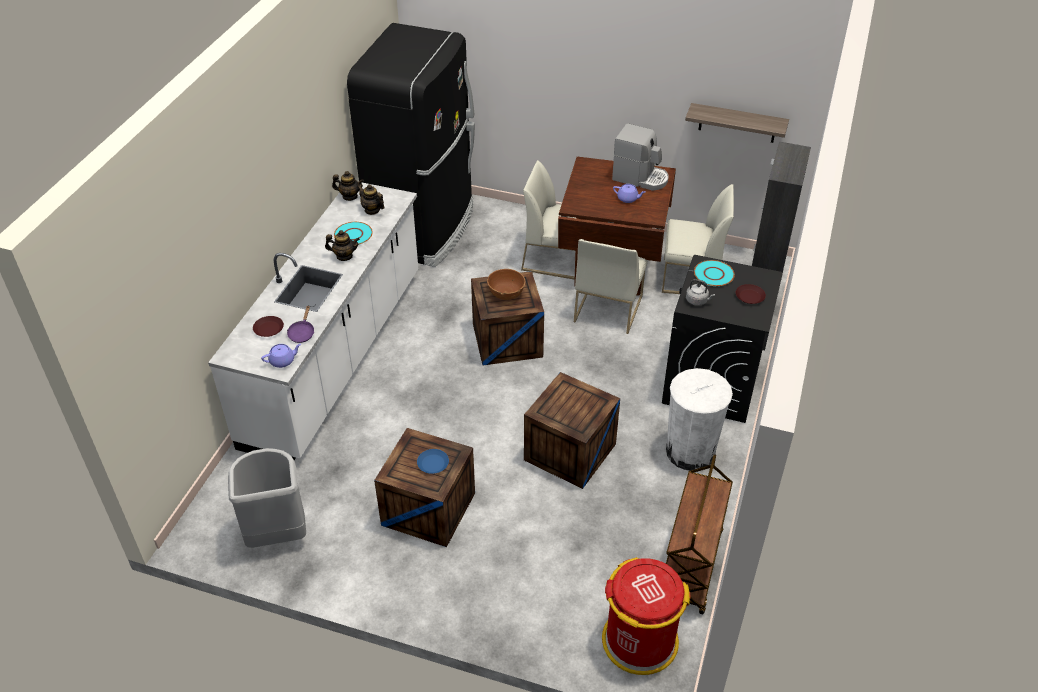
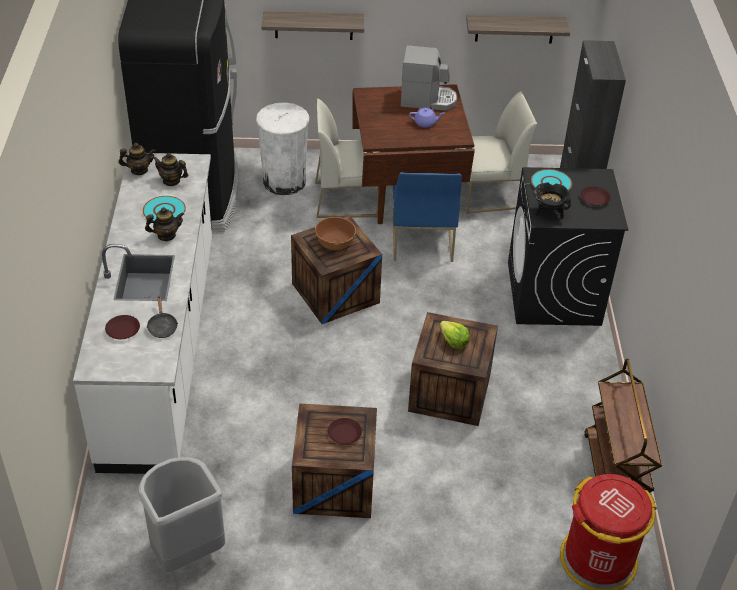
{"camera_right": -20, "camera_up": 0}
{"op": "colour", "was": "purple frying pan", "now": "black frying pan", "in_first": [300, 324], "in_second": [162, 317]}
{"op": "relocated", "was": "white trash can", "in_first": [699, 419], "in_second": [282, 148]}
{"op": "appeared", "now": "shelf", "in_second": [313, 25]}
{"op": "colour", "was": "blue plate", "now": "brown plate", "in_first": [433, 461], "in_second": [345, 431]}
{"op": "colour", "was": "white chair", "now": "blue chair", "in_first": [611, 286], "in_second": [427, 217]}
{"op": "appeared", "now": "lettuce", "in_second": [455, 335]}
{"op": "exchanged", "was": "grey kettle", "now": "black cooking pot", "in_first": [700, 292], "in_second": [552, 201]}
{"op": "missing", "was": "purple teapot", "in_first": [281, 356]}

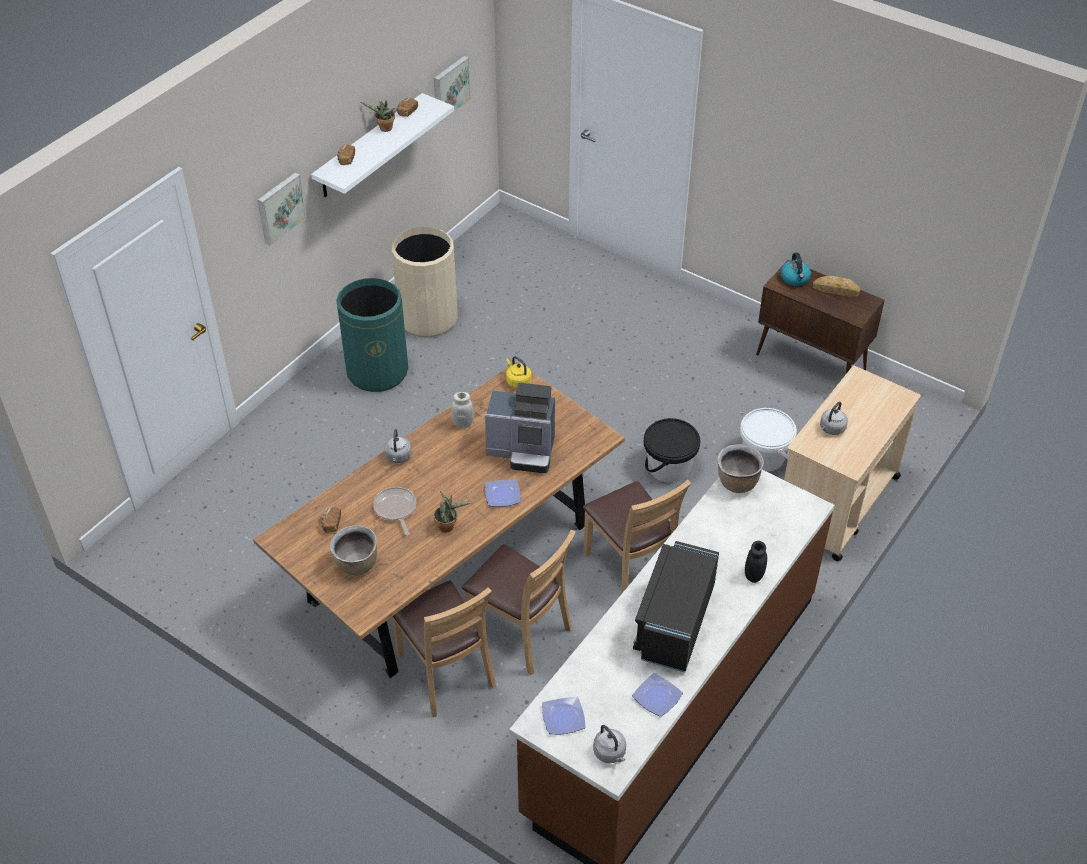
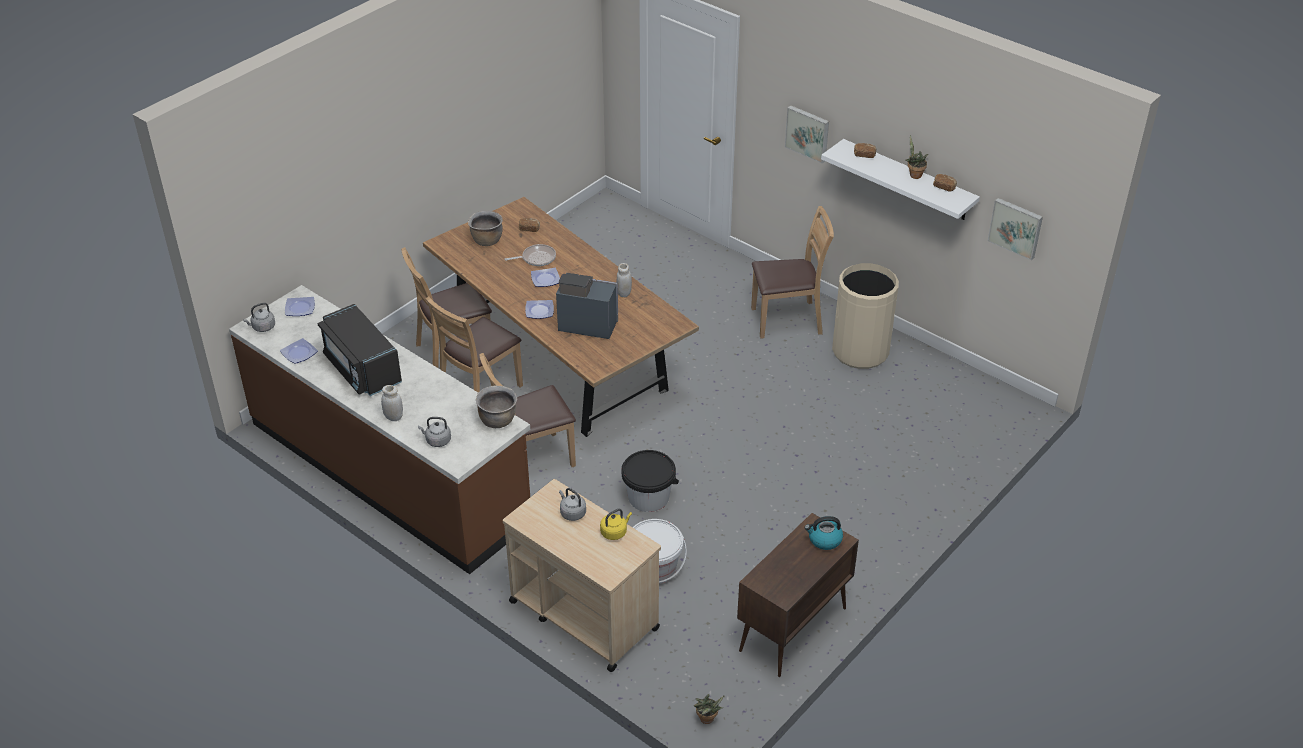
{"camera_right": 95, "camera_up": -5}
{"op": "spun", "was": "black microwave", "in_first": [676, 606], "in_second": [359, 350], "clockwise": -150}
{"op": "colour", "was": "black jar", "now": "white jar", "in_first": [756, 562], "in_second": [392, 403]}
{"op": "relocated", "was": "grey kettle", "in_first": [398, 446], "in_second": [434, 432]}
{"op": "appeared", "now": "plate", "in_second": [545, 277]}
{"op": "spun", "was": "coffee machine", "in_first": [520, 428], "in_second": [587, 306], "clockwise": 90}
{"op": "relocated", "was": "yellow kettle", "in_first": [518, 372], "in_second": [616, 524]}
{"op": "relocated", "was": "potted plant", "in_first": [452, 512], "in_second": [709, 709]}
{"op": "exchanged", "was": "green trash can", "now": "brown chair", "in_first": [372, 335], "in_second": [792, 272]}
{"op": "missing", "was": "bread", "in_first": [836, 286]}

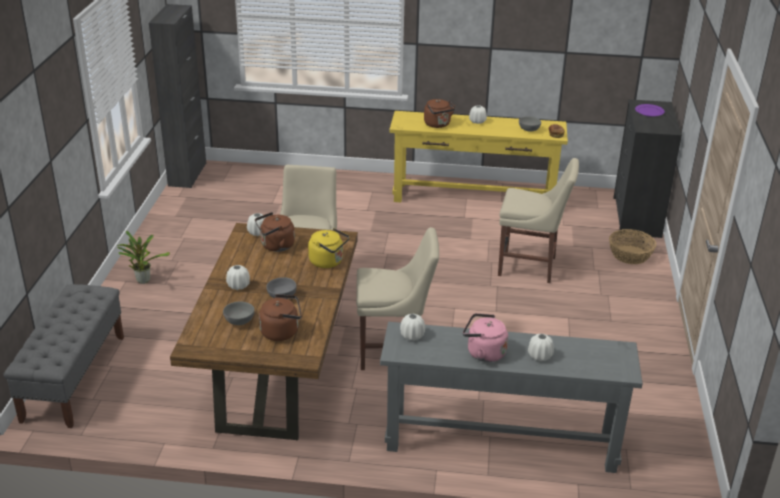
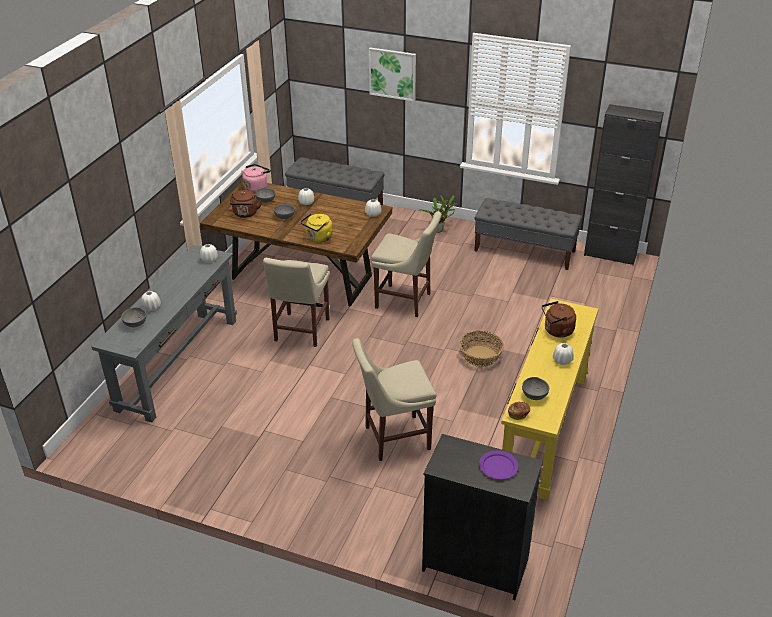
{"camera_right": 105, "camera_up": 5}
{"op": "appeared", "now": "grey bowl", "in_second": [133, 317]}
{"op": "relocated", "was": "pink kettle", "in_first": [485, 337], "in_second": [256, 178]}
{"op": "spun", "was": "beige chair", "in_first": [538, 220], "in_second": [394, 399], "clockwise": 45}
{"op": "appeared", "now": "picture", "in_second": [392, 74]}
{"op": "relocated", "was": "basket", "in_first": [632, 246], "in_second": [481, 349]}
{"op": "appeared", "now": "grey bench", "in_second": [528, 234]}
{"op": "missing", "was": "brown kettle", "in_first": [275, 232]}

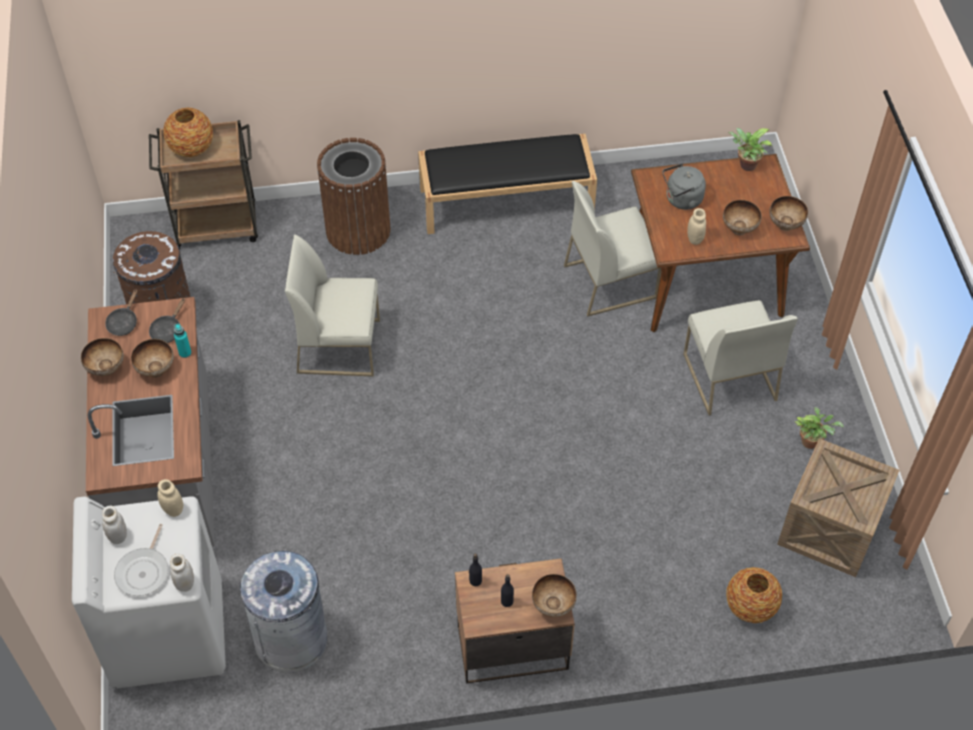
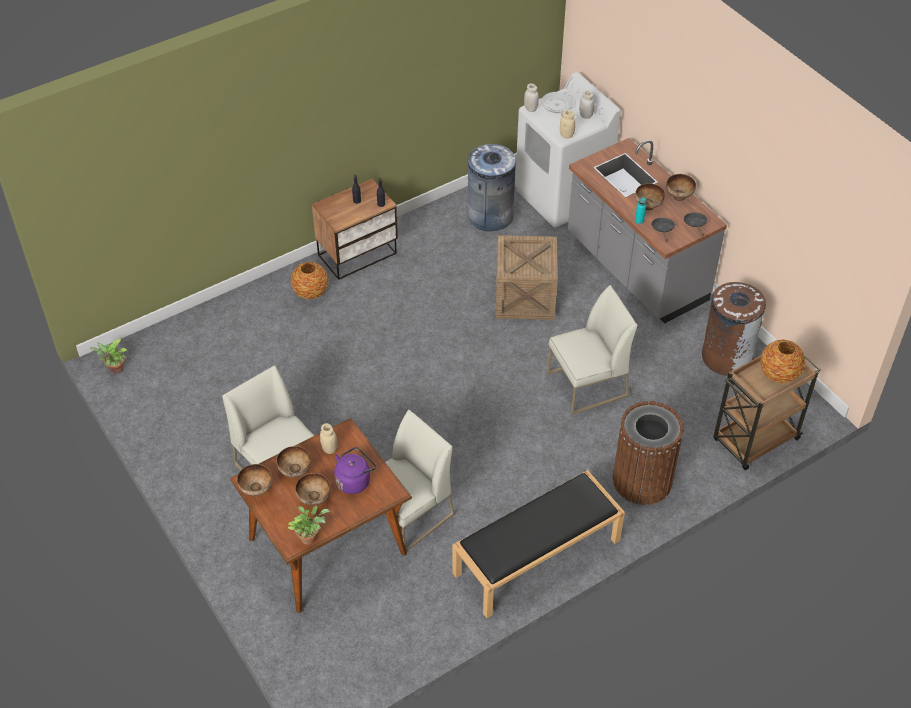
{"camera_right": 155, "camera_up": -5}
{"op": "relocated", "was": "potted plant", "in_first": [819, 428], "in_second": [109, 356]}
{"op": "relocated", "was": "vase", "in_first": [754, 595], "in_second": [310, 280]}
{"op": "relocated", "was": "bowl", "in_first": [554, 595], "in_second": [313, 489]}
{"op": "colour", "was": "grey kettle", "now": "purple kettle", "in_first": [684, 187], "in_second": [355, 470]}
{"op": "relocated", "was": "crate", "in_first": [838, 507], "in_second": [527, 277]}

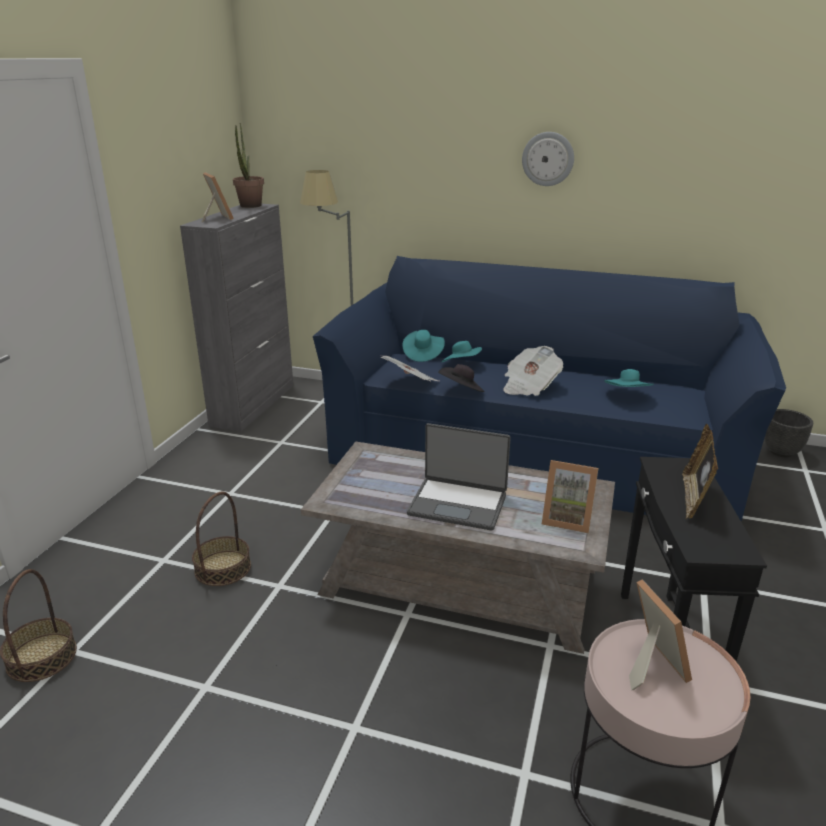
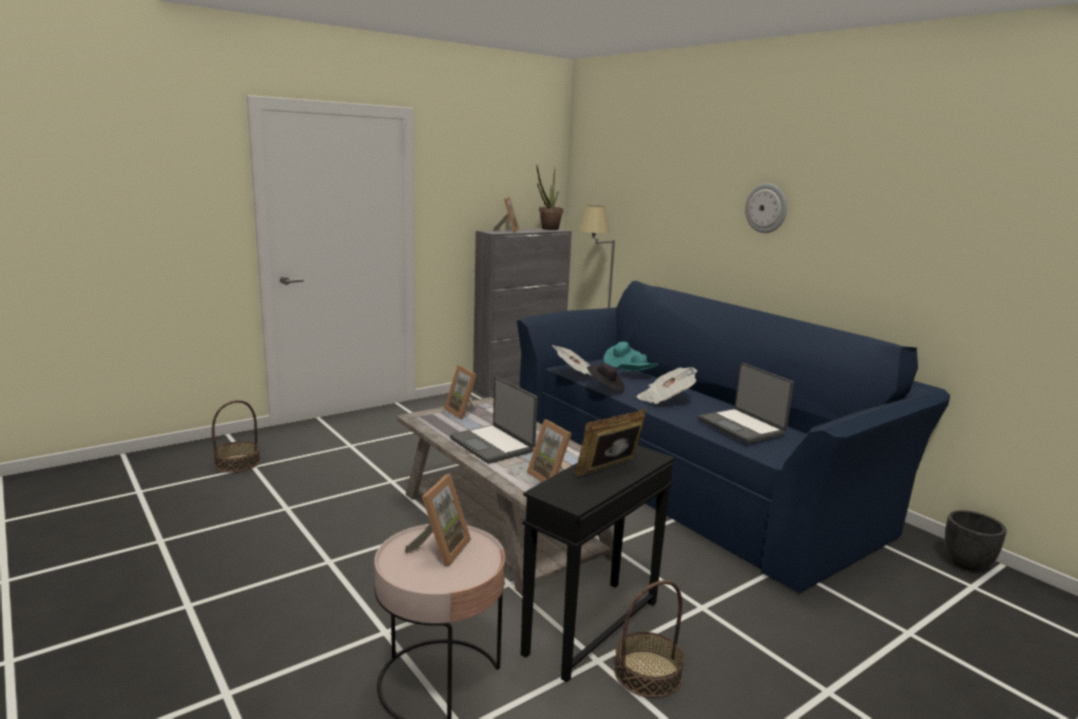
{"camera_right": 35, "camera_up": -10}
{"op": "appeared", "now": "picture frame", "in_second": [460, 392]}
{"op": "relocated", "was": "basket", "in_first": [221, 539], "in_second": [649, 639]}
{"op": "exchanged", "was": "turquoise hat", "now": "laptop", "in_first": [629, 378], "in_second": [746, 403]}

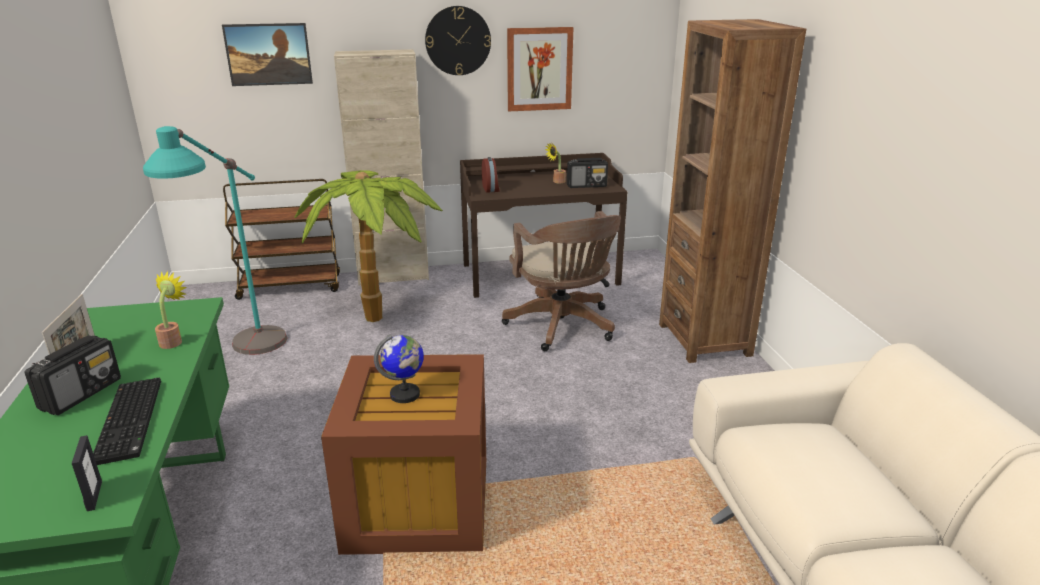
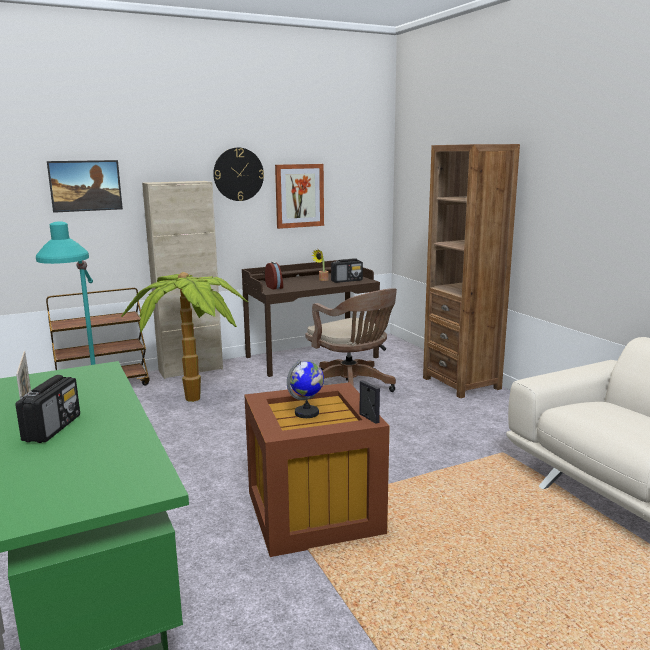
{"camera_right": -15, "camera_up": -10}
{"op": "relocated", "was": "picture frame", "in_first": [87, 473], "in_second": [370, 402]}
{"op": "missing", "was": "keyboard", "in_first": [127, 421]}
{"op": "missing", "was": "potted plant", "in_first": [171, 310]}

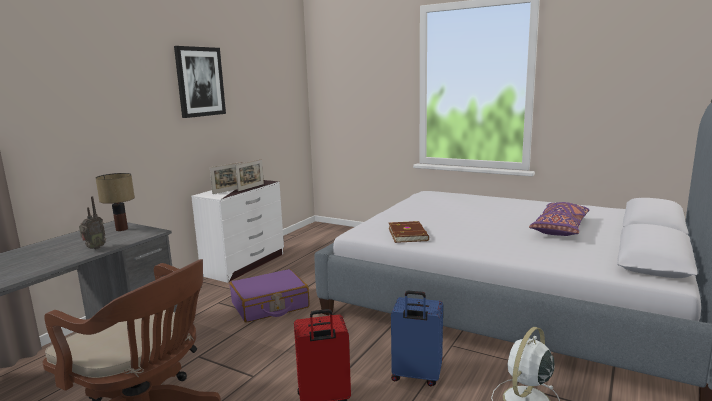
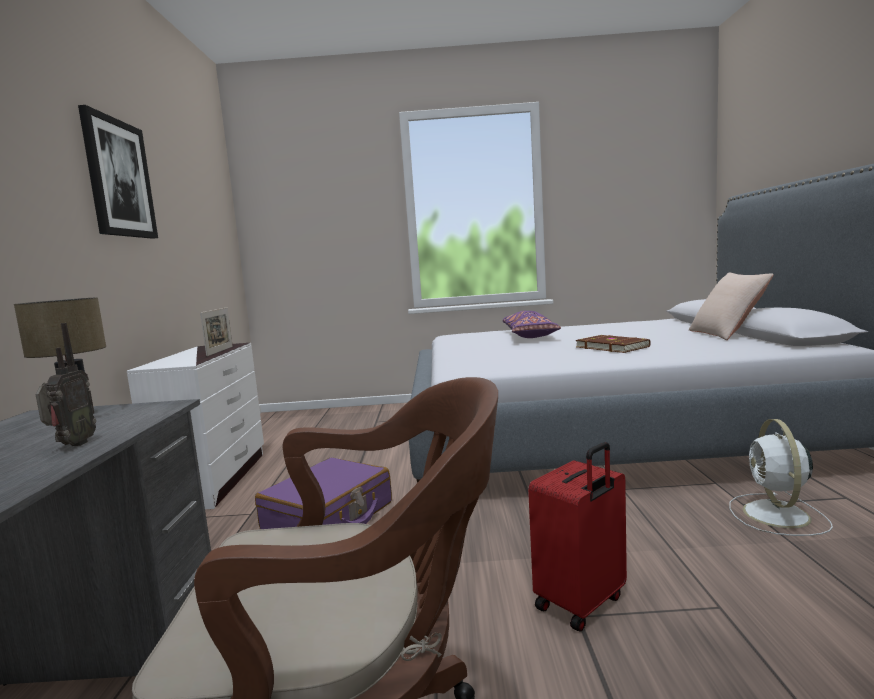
{"camera_right": -30, "camera_up": -5}
{"op": "relocated", "was": "purple pillow", "in_first": [559, 219], "in_second": [532, 324]}
{"op": "relocated", "was": "brown book", "in_first": [409, 232], "in_second": [613, 344]}
{"op": "appeared", "now": "beige pillow", "in_second": [731, 306]}
{"op": "missing", "was": "picture frame", "in_first": [226, 178]}
{"op": "missing", "was": "blue suitcase", "in_first": [417, 338]}

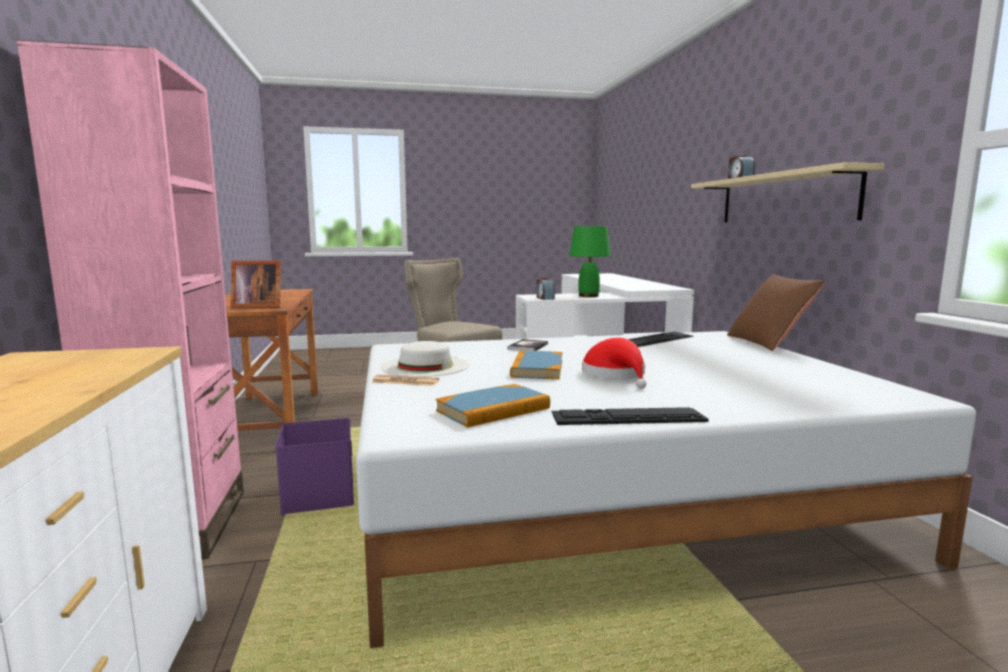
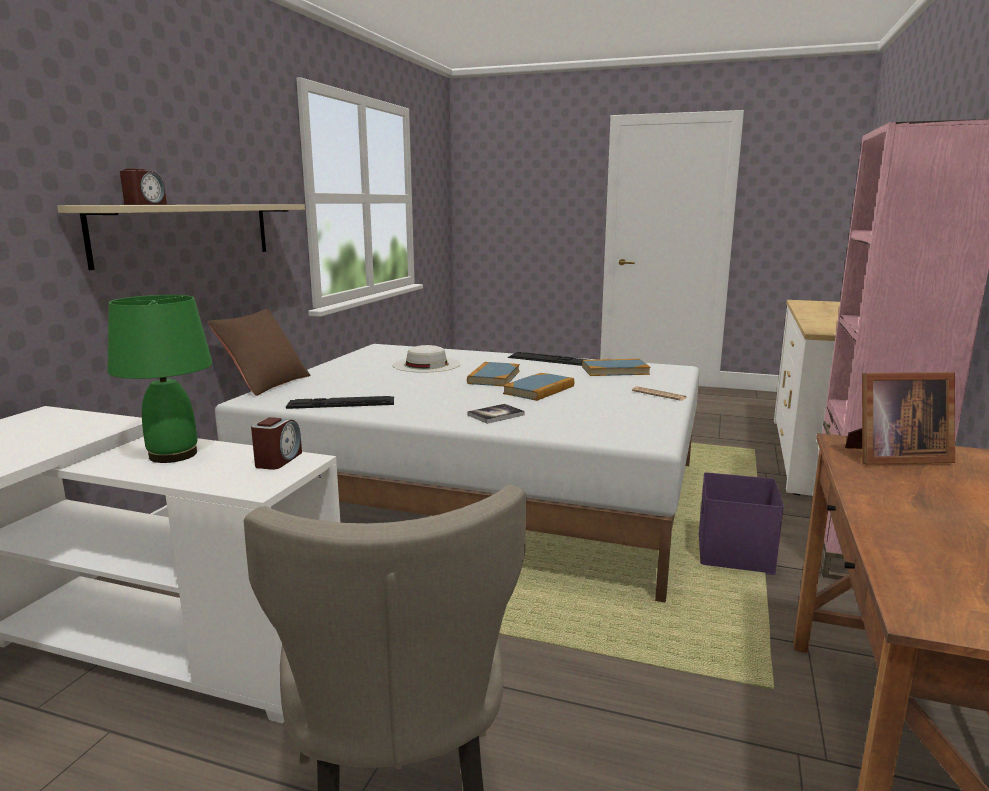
{"camera_right": -150, "camera_up": 5}
{"op": "relocated", "was": "white hat", "in_first": [425, 359], "in_second": [426, 359]}
{"op": "exchanged", "was": "red hat", "now": "book", "in_first": [614, 363], "in_second": [493, 374]}
{"op": "spun", "was": "picture frame", "in_first": [255, 284], "in_second": [900, 418], "clockwise": 150}

